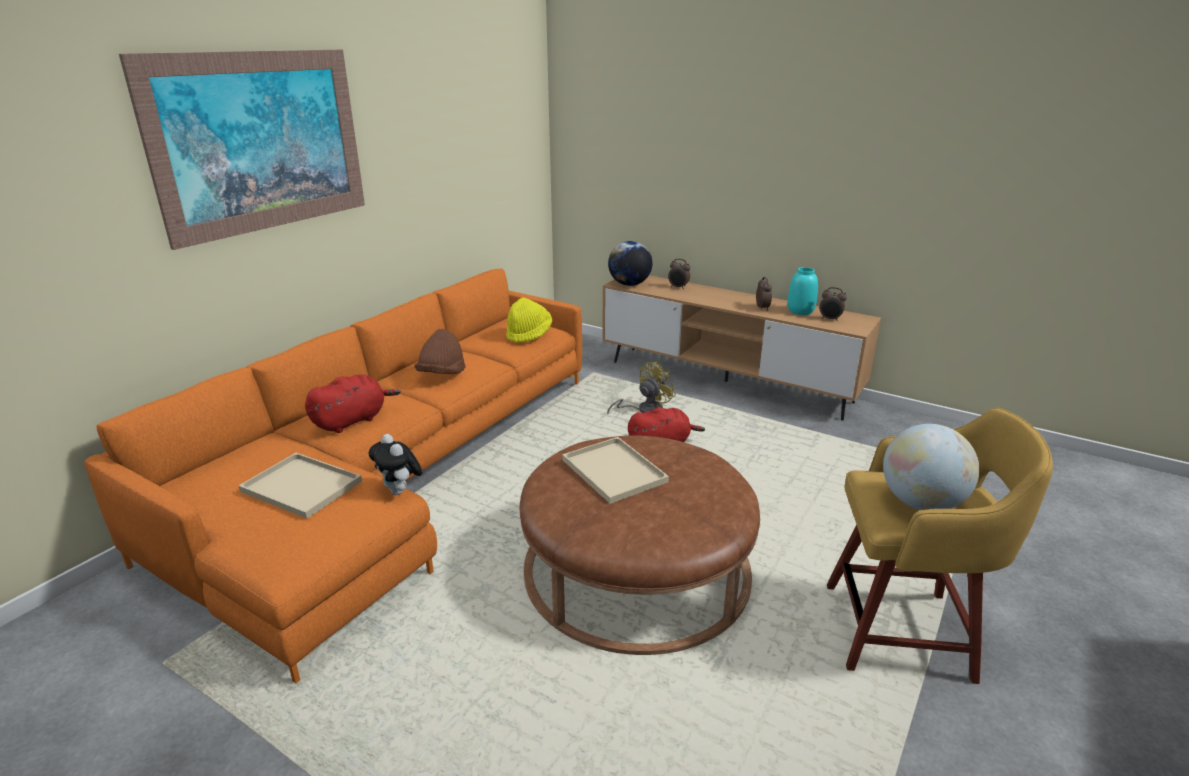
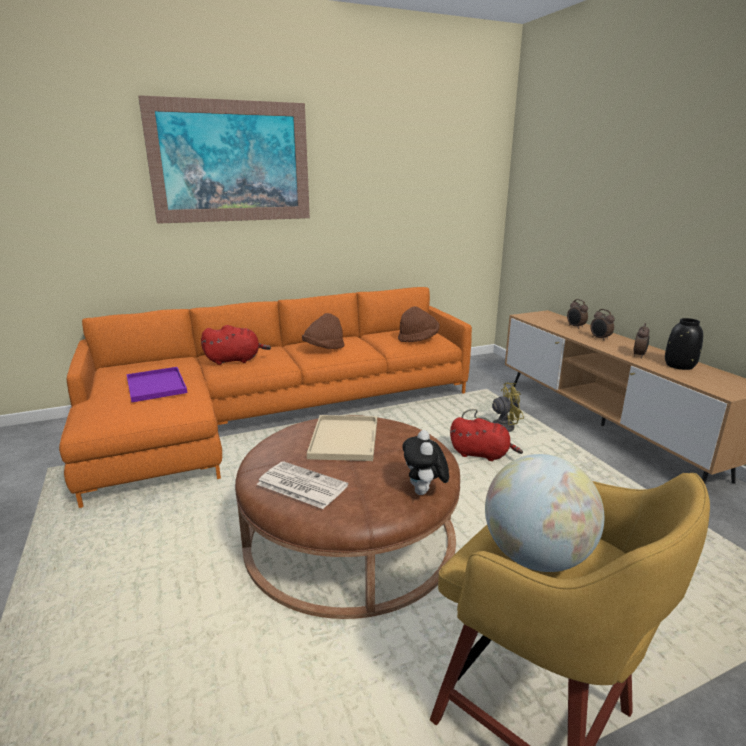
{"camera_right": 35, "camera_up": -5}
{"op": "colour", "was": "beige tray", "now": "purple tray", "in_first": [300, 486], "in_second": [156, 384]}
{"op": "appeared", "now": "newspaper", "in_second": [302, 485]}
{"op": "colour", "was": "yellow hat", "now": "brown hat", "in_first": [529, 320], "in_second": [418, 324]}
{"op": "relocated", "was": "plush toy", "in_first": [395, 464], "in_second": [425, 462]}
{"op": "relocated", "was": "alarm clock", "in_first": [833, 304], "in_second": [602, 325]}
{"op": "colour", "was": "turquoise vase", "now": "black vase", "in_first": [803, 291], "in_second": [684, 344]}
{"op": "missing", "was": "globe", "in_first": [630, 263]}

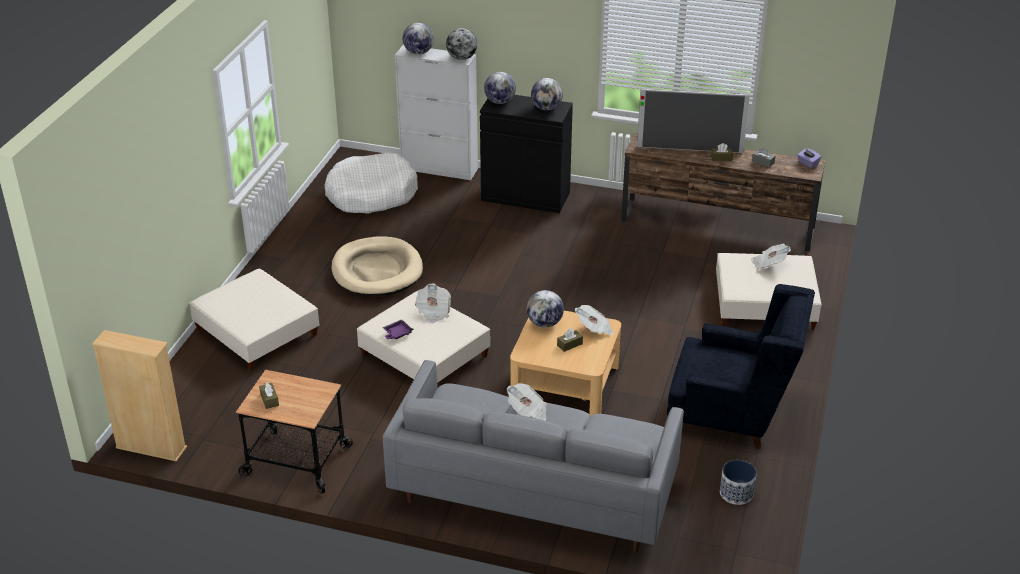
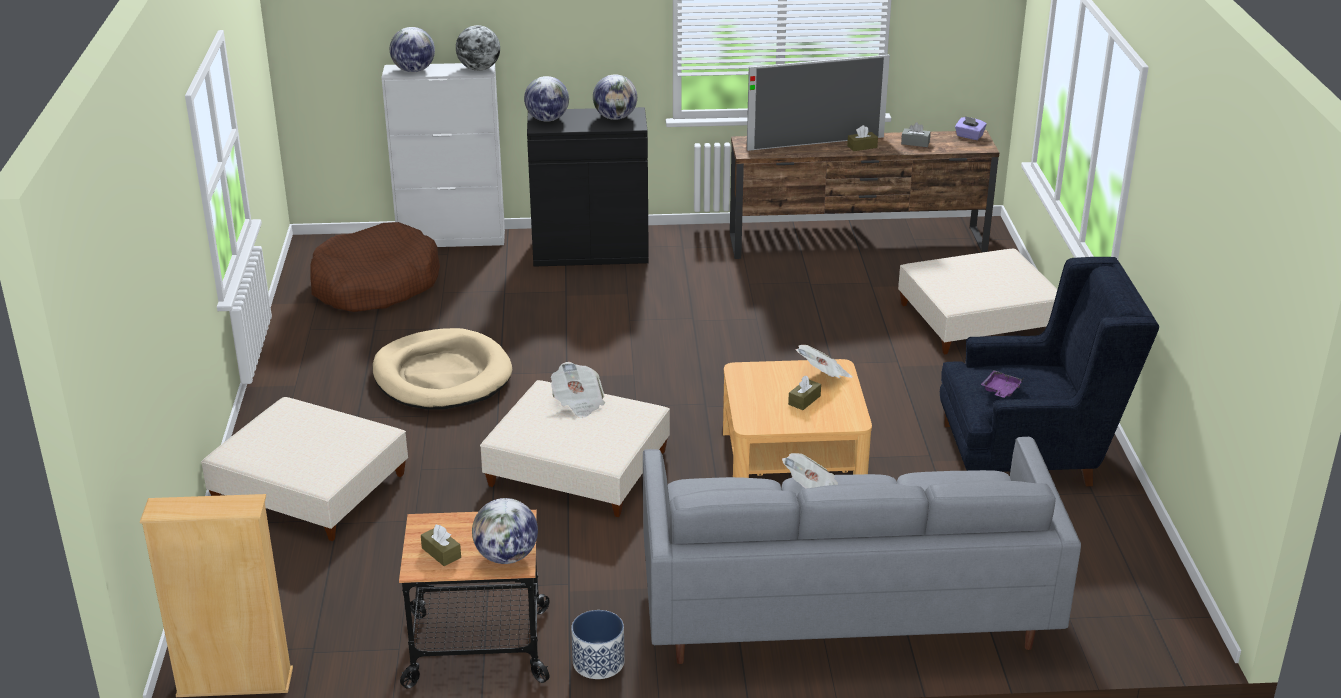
{"camera_right": -20, "camera_up": -5}
{"op": "colour", "was": "white dog bed", "now": "brown dog bed", "in_first": [371, 183], "in_second": [375, 267]}
{"op": "relocated", "was": "globe", "in_first": [545, 309], "in_second": [505, 531]}
{"op": "relocated", "was": "planter", "in_first": [738, 482], "in_second": [598, 644]}
{"op": "relocated", "was": "purple tray", "in_first": [398, 329], "in_second": [1002, 384]}
{"op": "missing", "was": "newspaper", "in_first": [771, 256]}

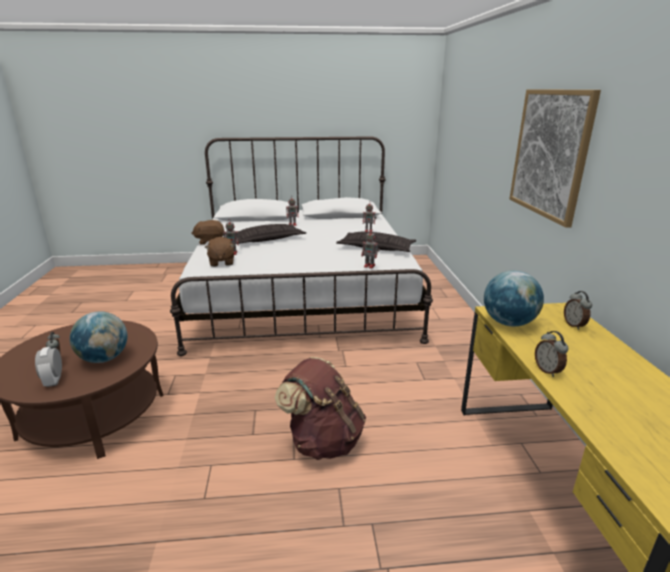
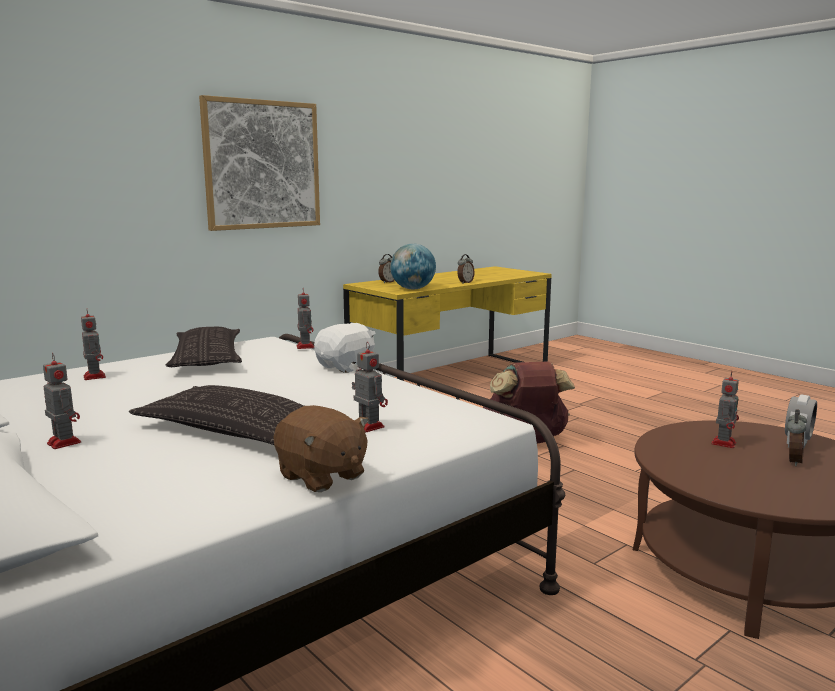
{"camera_right": -125, "camera_up": -10}
{"op": "appeared", "now": "white plush toy", "in_second": [344, 348]}
{"op": "exchanged", "was": "globe", "now": "toy robot", "in_first": [98, 337], "in_second": [725, 409]}
{"op": "missing", "was": "brown plush toy", "in_first": [220, 252]}

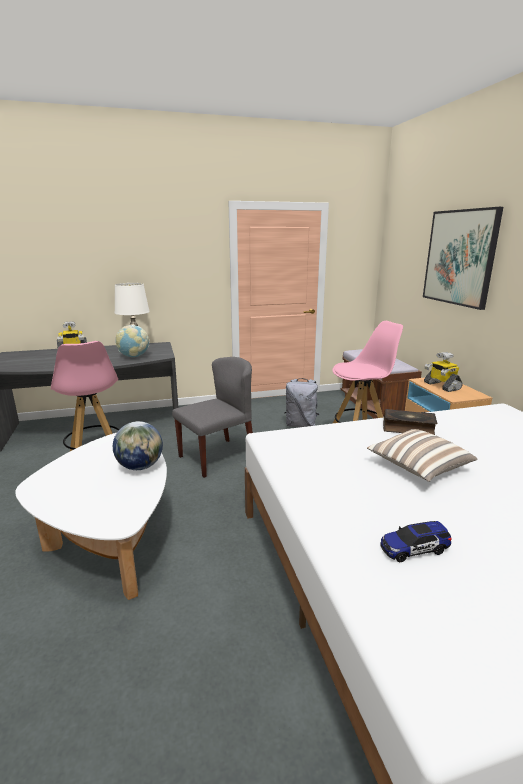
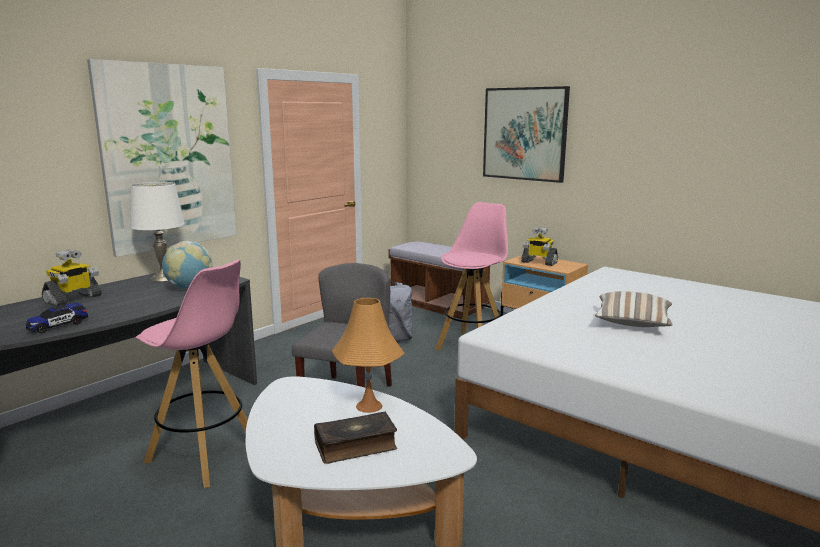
{"camera_right": -35, "camera_up": -5}
{"op": "relocated", "was": "toy car", "in_first": [416, 542], "in_second": [57, 318]}
{"op": "appeared", "now": "picture", "in_second": [162, 158]}
{"op": "relocated", "was": "book", "in_first": [410, 422], "in_second": [355, 438]}
{"op": "exchanged", "was": "globe", "now": "orange table lamp", "in_first": [138, 445], "in_second": [368, 355]}

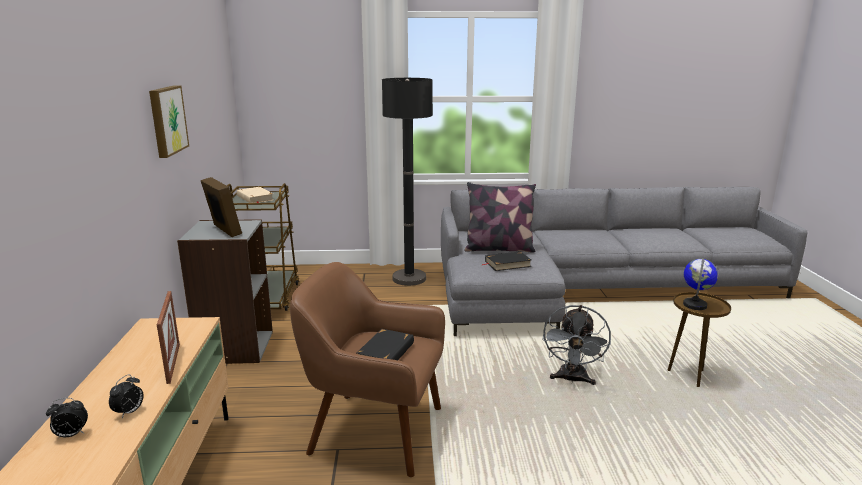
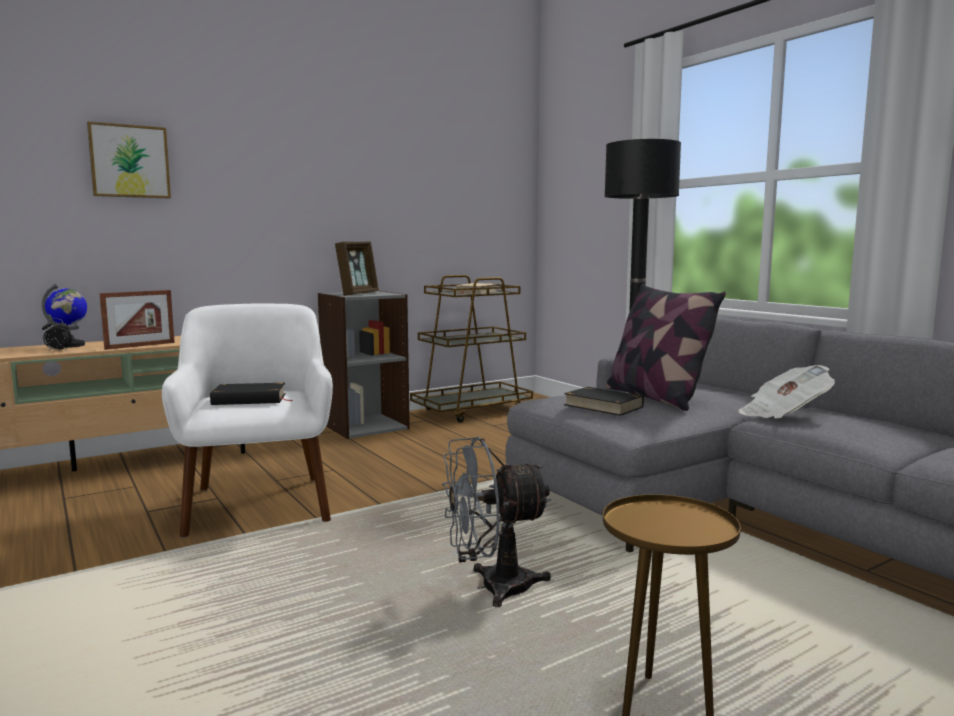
{"camera_right": 60, "camera_up": -10}
{"op": "relocated", "was": "globe", "in_first": [700, 284], "in_second": [64, 316]}
{"op": "relocated", "was": "picture", "in_first": [169, 121], "in_second": [129, 159]}
{"op": "colour", "was": "brown armchair", "now": "white armchair", "in_first": [367, 369], "in_second": [247, 420]}
{"op": "appeared", "now": "newspaper", "in_second": [786, 391]}
{"op": "missing", "was": "alarm clock", "in_first": [67, 418]}

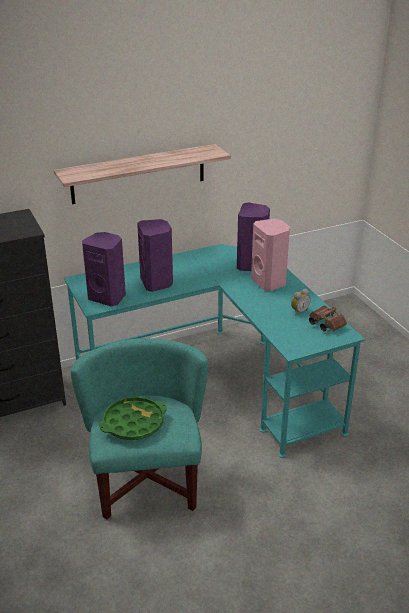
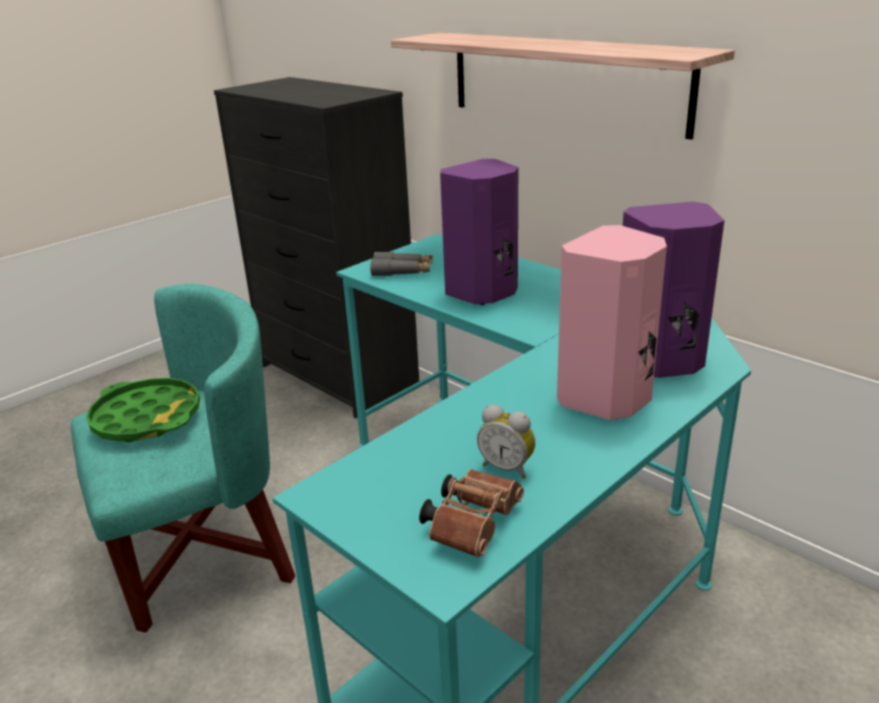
{"camera_right": 70, "camera_up": -5}
{"op": "exchanged", "was": "purple speaker", "now": "grey binoculars", "in_first": [104, 269], "in_second": [401, 264]}

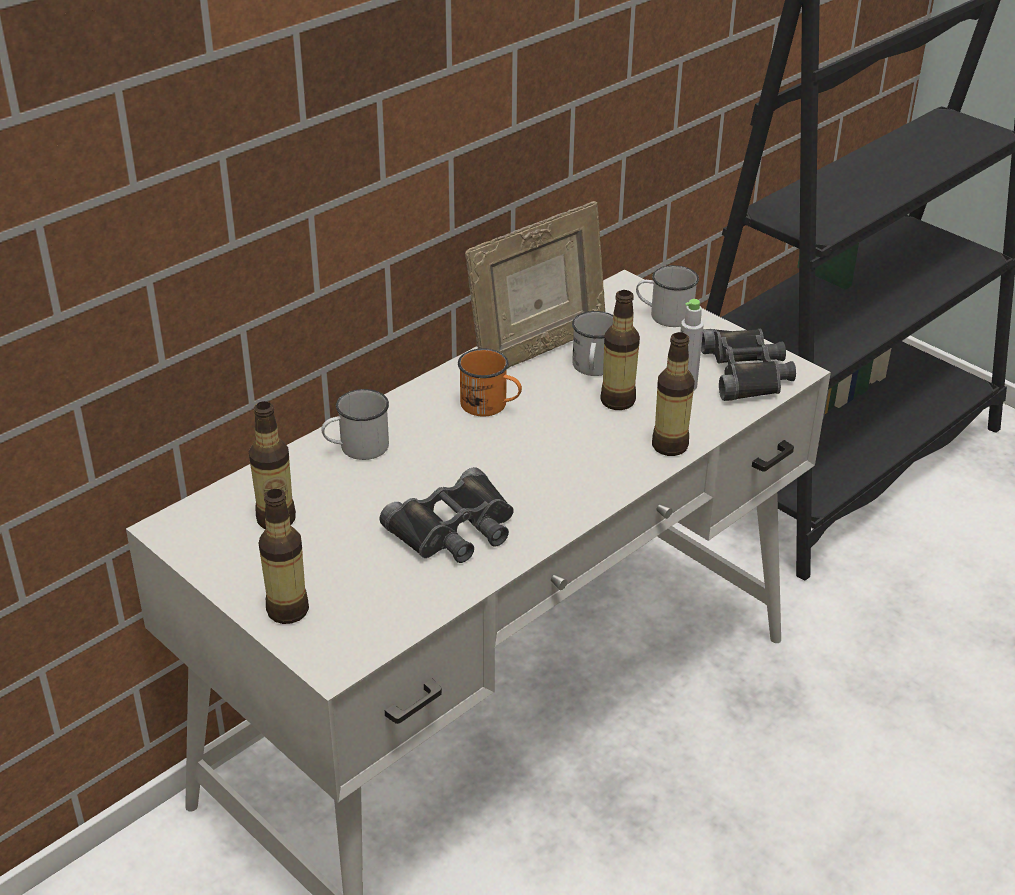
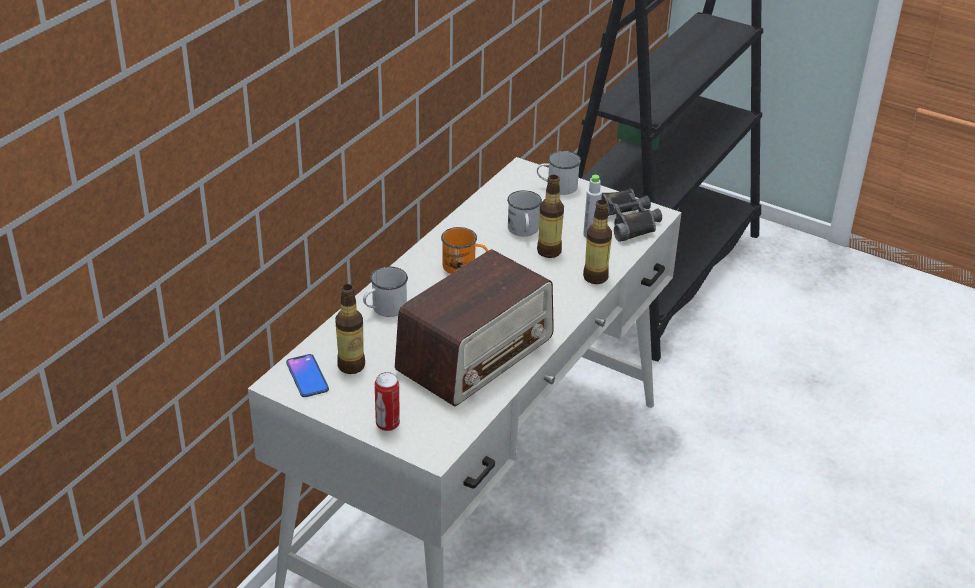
{"camera_right": -15, "camera_up": 0}
{"op": "appeared", "now": "phone", "in_second": [307, 375]}
{"op": "exchanged", "was": "bottle", "now": "can", "in_first": [284, 556], "in_second": [387, 401]}
{"op": "exchanged", "was": "black binoculars", "now": "radio", "in_first": [446, 515], "in_second": [474, 327]}
{"op": "missing", "was": "picture frame", "in_first": [535, 285]}

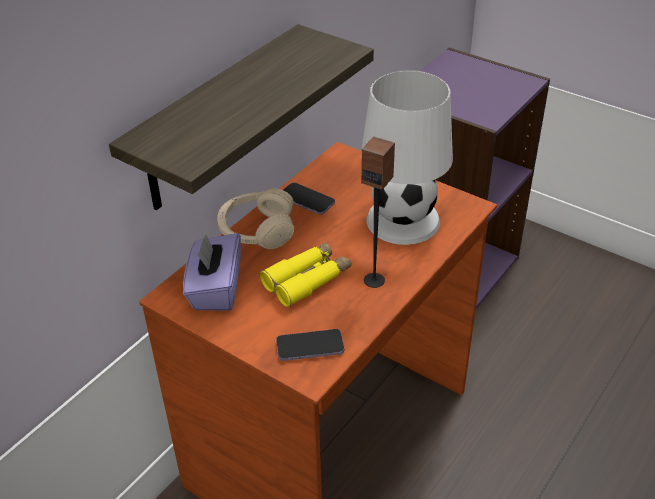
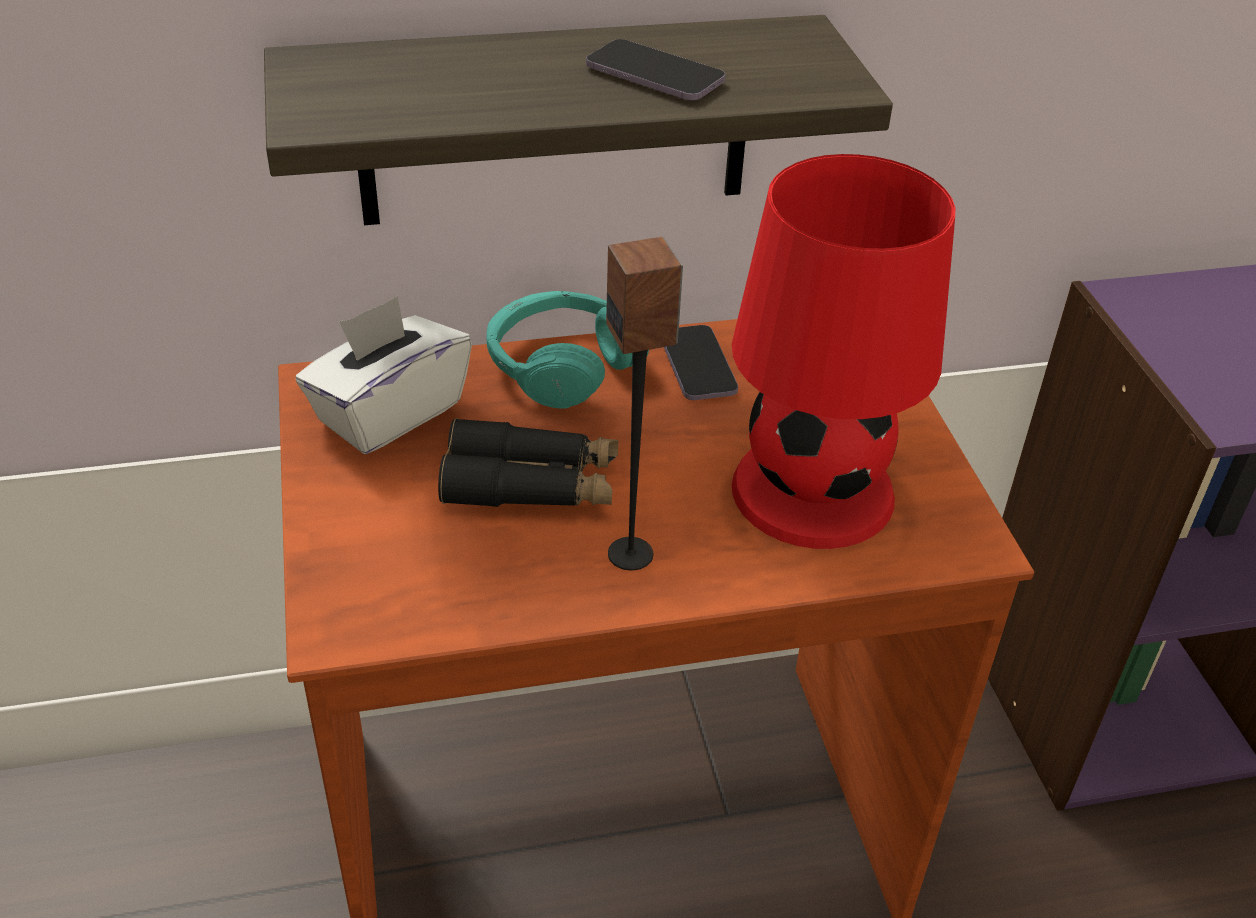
{"camera_right": 40, "camera_up": 0}
{"op": "colour", "was": "purple tissue box", "now": "white tissue box", "in_first": [212, 272], "in_second": [384, 375]}
{"op": "colour", "was": "yellow binoculars", "now": "black binoculars", "in_first": [306, 274], "in_second": [528, 462]}
{"op": "colour", "was": "beige headphones", "now": "turquoise headphones", "in_first": [255, 218], "in_second": [567, 349]}
{"op": "relocated", "was": "phone", "in_first": [310, 345], "in_second": [655, 70]}
{"op": "colour", "was": "white table lamp", "now": "red table lamp", "in_first": [407, 157], "in_second": [843, 351]}

